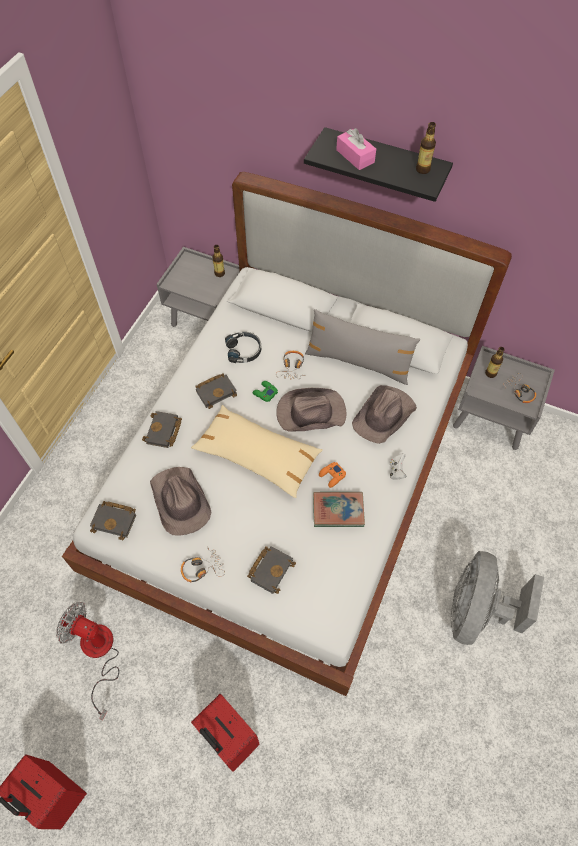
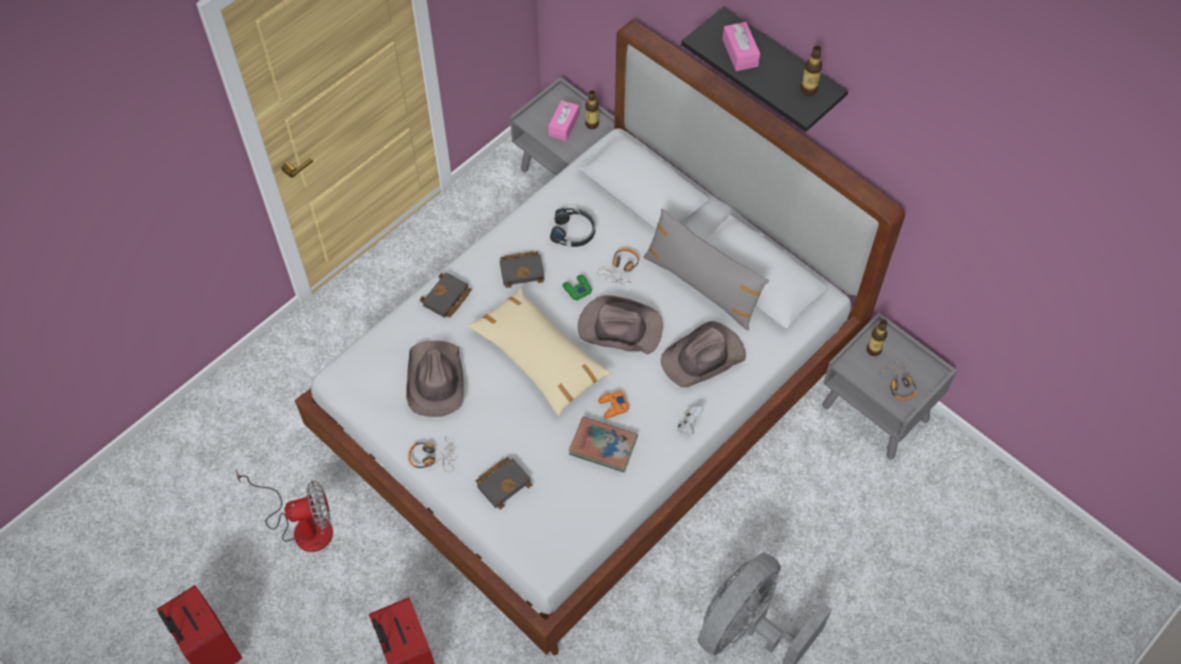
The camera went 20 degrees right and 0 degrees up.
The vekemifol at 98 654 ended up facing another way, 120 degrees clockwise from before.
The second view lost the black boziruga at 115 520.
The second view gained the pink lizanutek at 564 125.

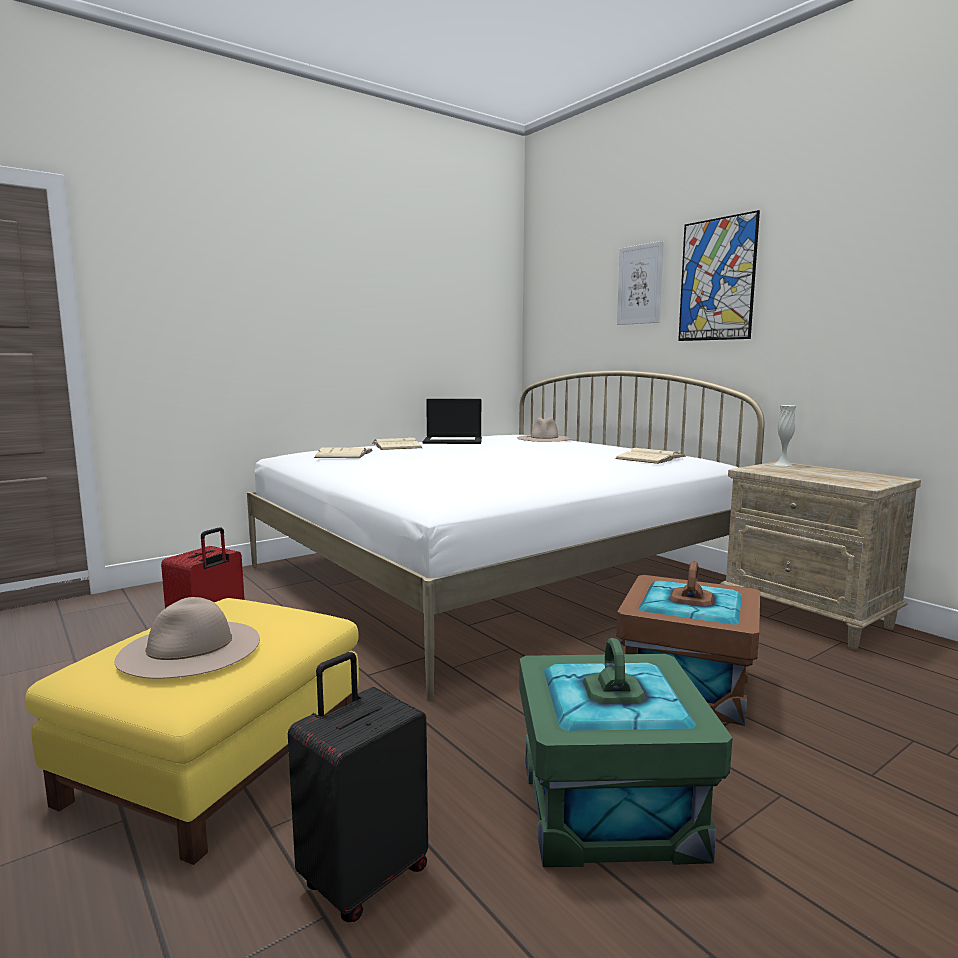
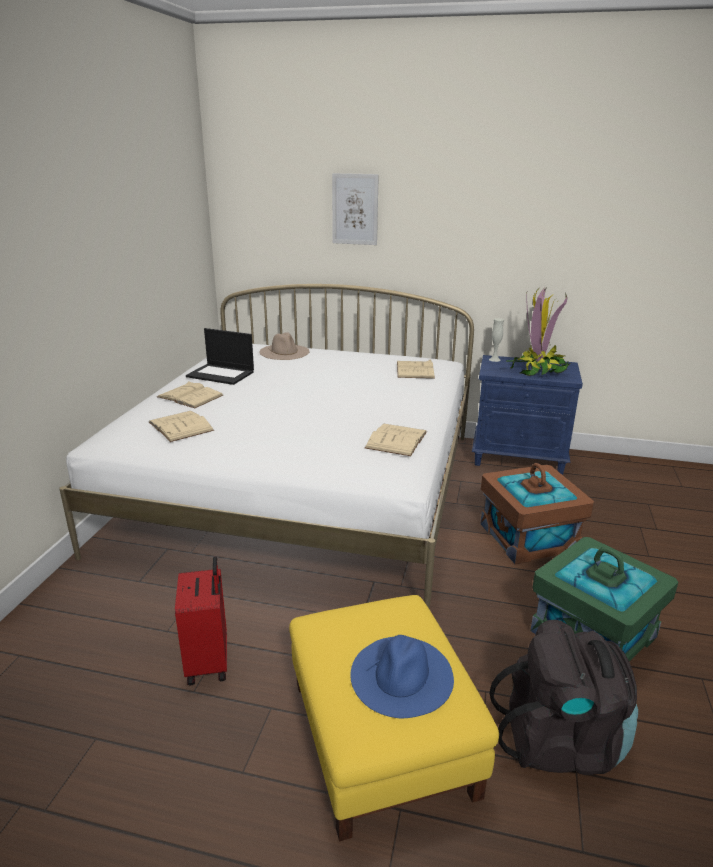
The camera went 40 degrees left and 15 degrees up.
What was the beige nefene at 190 648 turned into the blue nefene at 402 675.
Where the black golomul stood at 363 877, the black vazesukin came to stand at 561 742.
The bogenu at 453 441 ended up facing another way, 60 degrees clockwise from before.
The second view lost the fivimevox at 717 279.
What was the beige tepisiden at 809 617 turned into the blue tepisiden at 519 458.
The second view gained the beige boziruga at 396 440.
The second view gained the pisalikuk at 538 370.

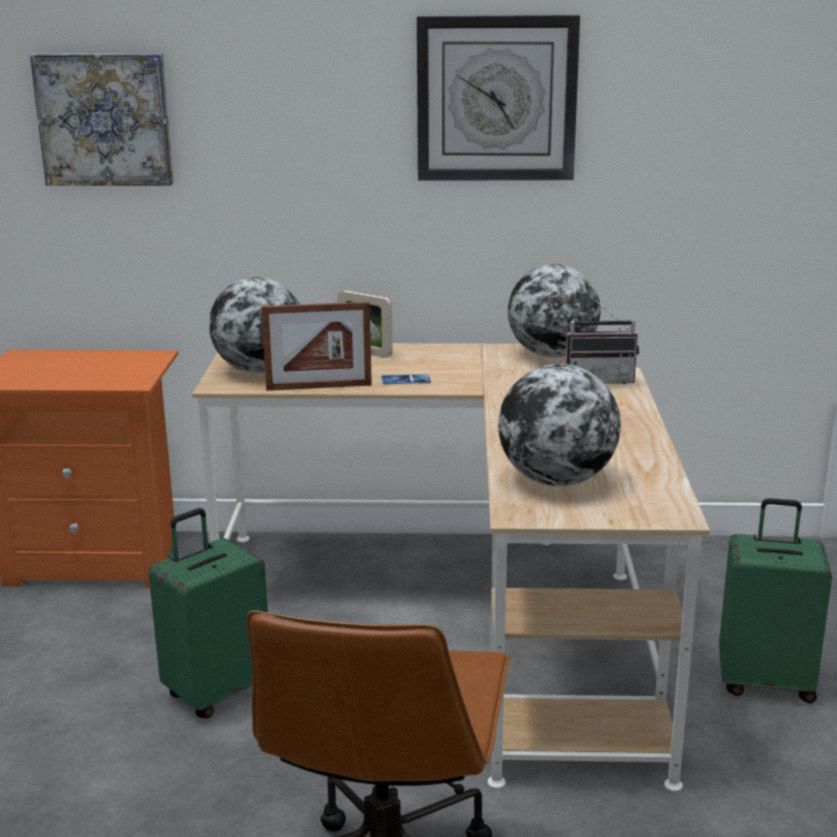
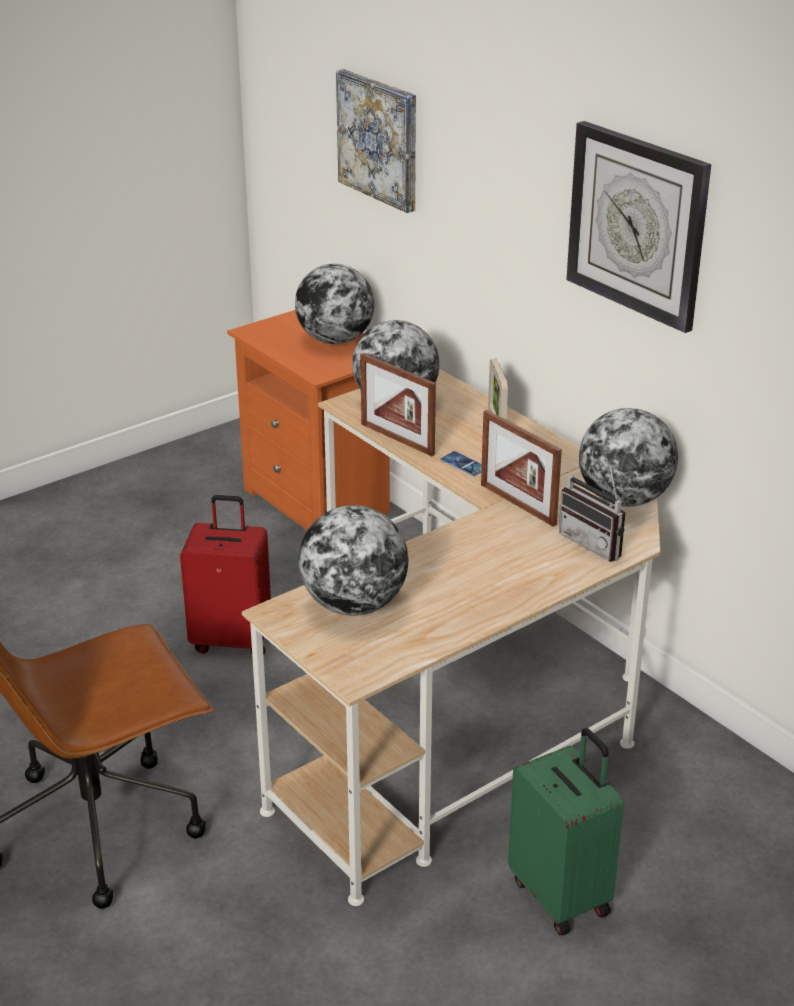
The camera went 50 degrees right and 10 degrees up.
What was the green golomul at 217 692 turned into the red golomul at 233 640.
The second view gained the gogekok at 335 340.
The second view gained the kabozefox at 517 504.

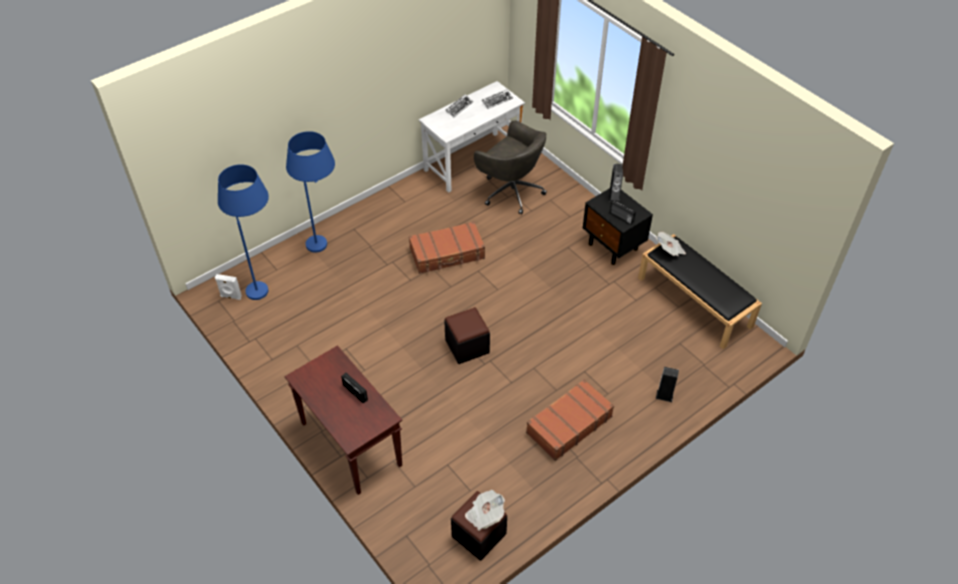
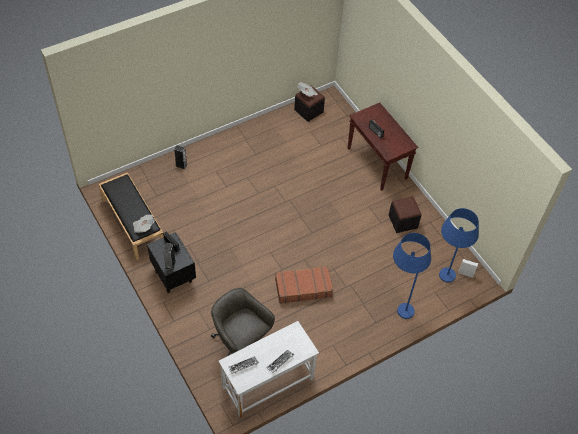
The camera went 175 degrees left and 5 degrees up.
The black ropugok ended up elsewhere, having gone from 467 346 to 403 221.
The second view lost the brown golomul at 568 424.

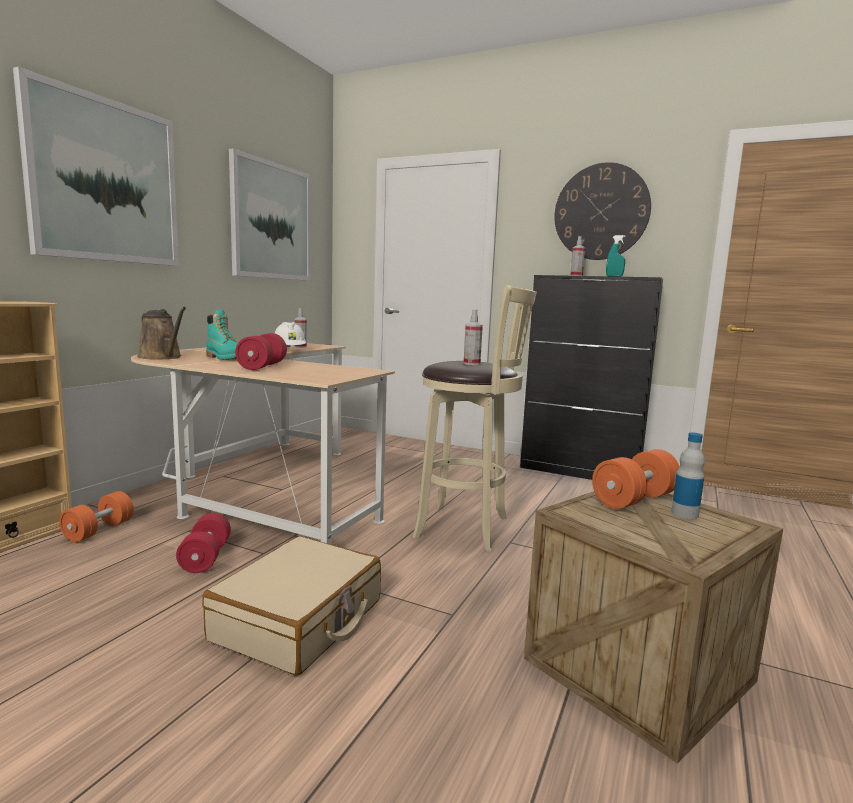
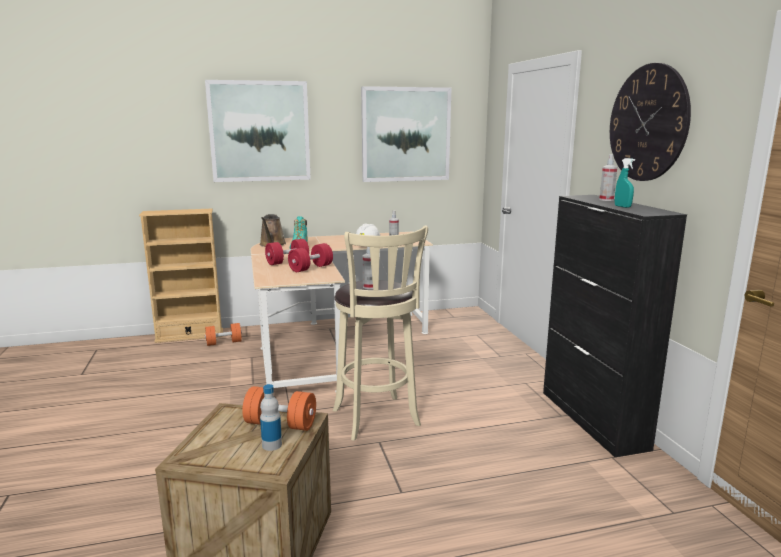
The camera went 50 degrees right and 5 degrees up.
The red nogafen ended up elsewhere, having gone from 205 558 to 311 268.
The second view lost the beige golomul at 299 621.

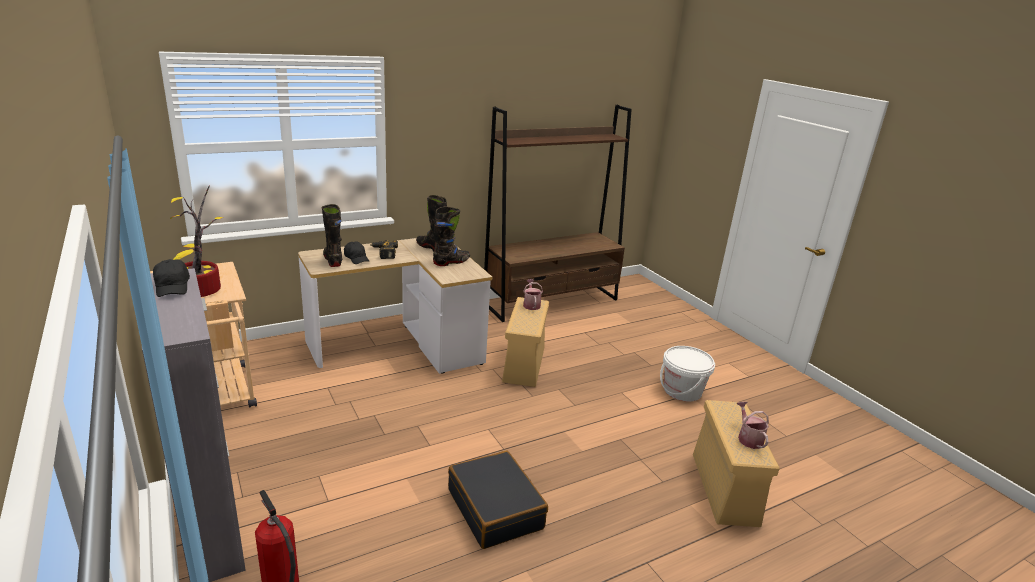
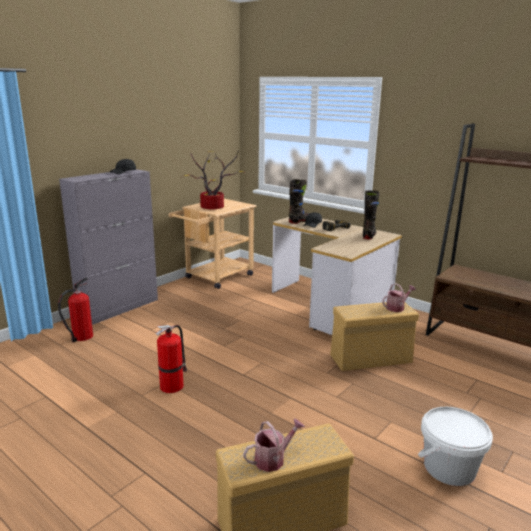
The camera went 70 degrees right and 5 degrees down.
The second view lost the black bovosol at 451 262.
Where the black golomul stood at 495 509, the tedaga came to stand at 172 385.

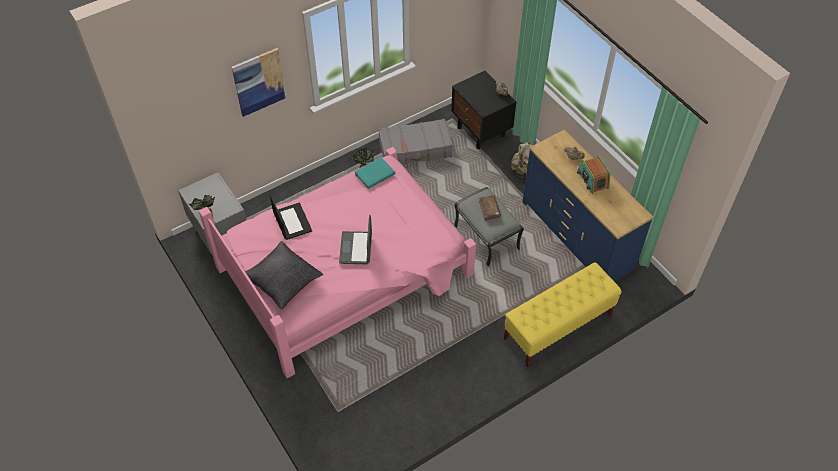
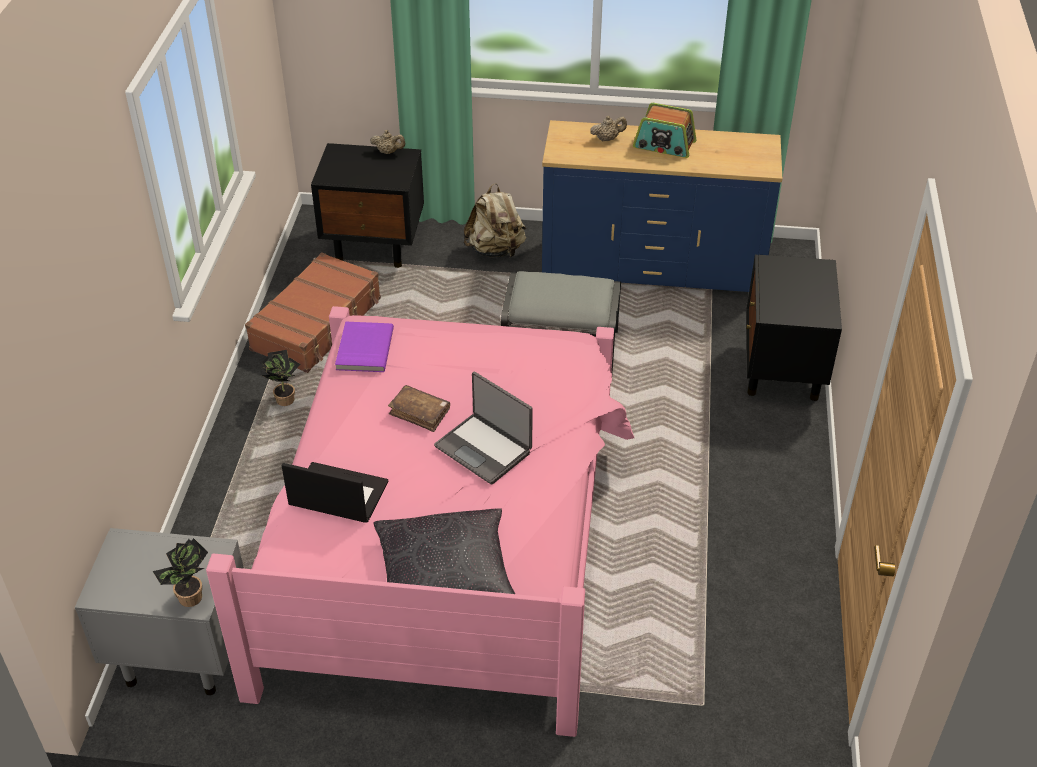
The camera went 50 degrees left and 10 degrees down.
The second view lost the fivimevox at 259 82.
What was the turquoise boziruga at 374 173 turned into the purple boziruga at 363 349.
What was the grey golomul at 415 149 turned into the brown golomul at 318 324.
The brown boziruga ended up elsewhere, having gone from 489 210 to 420 413.
Where the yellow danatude stood at 558 327, the black tepisiden came to stand at 782 374.

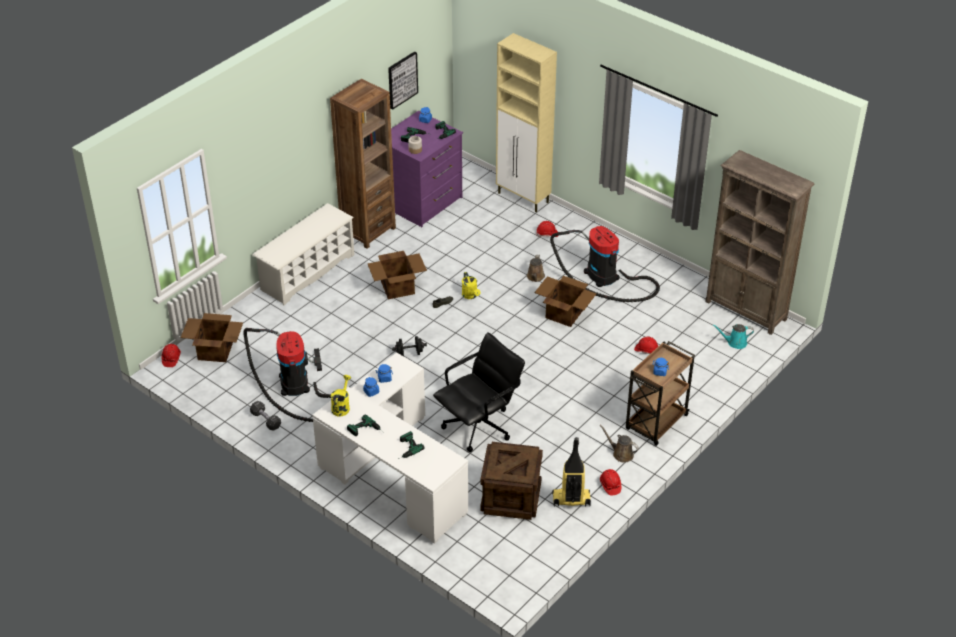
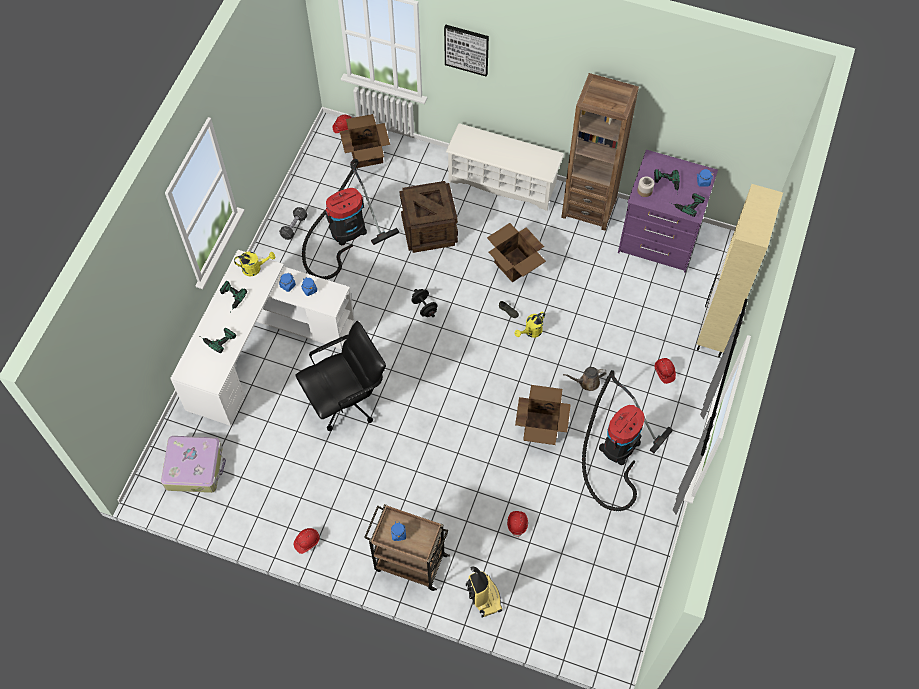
The camera went 70 degrees right and 20 degrees up.
The fivimevox ended up elsewhere, having gone from 402 80 to 466 49.
The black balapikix at 479 426 ended up facing another way, 60 degrees counterclockwise from before.
The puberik ended up elsewhere, having gone from 511 497 to 430 230.
The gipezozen ended up elsewhere, having gone from 571 500 to 483 596.
The second view lost the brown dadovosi at 621 454.
The second view lost the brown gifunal at 746 311.
The second view lost the turquoise dadovosi at 735 342.
The second view gained the golomul at 195 467.

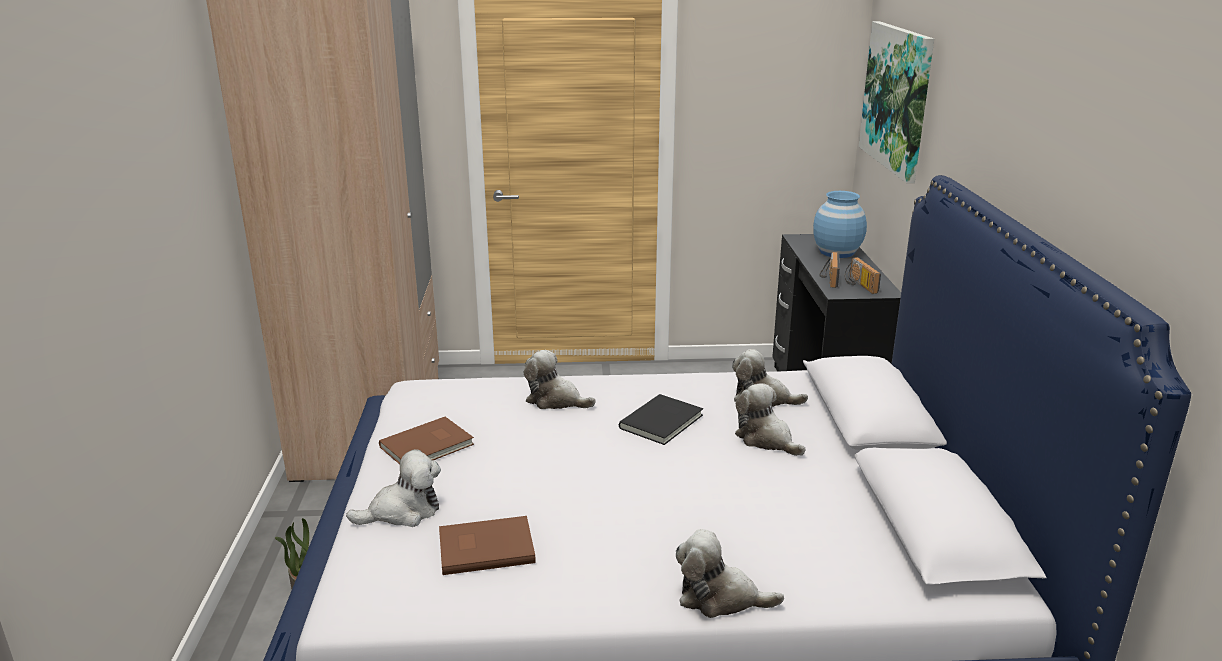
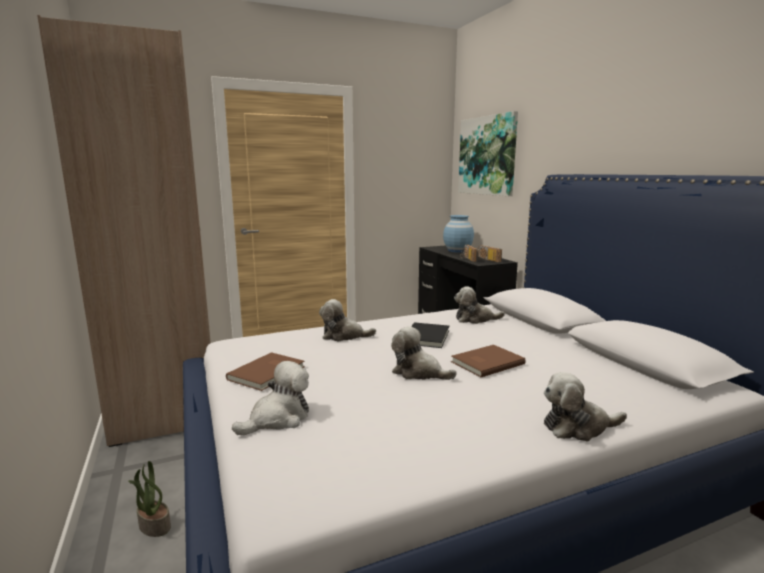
The camera went 20 degrees left and 10 degrees down.
The brown boziruga ended up elsewhere, having gone from 484 547 to 485 362.
The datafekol ended up elsewhere, having gone from 766 439 to 418 372.

